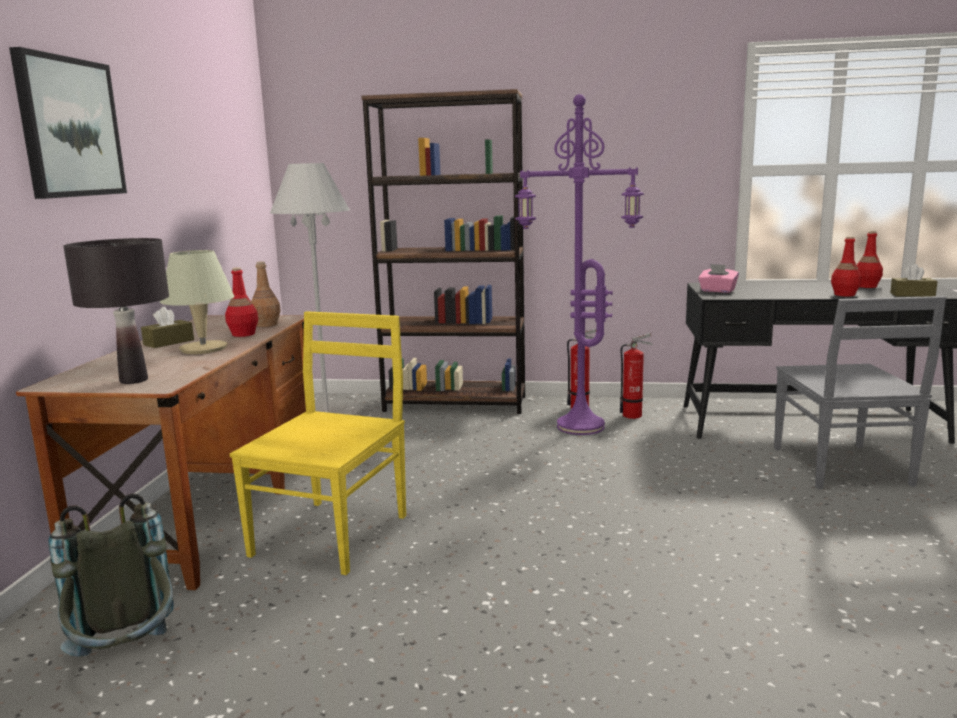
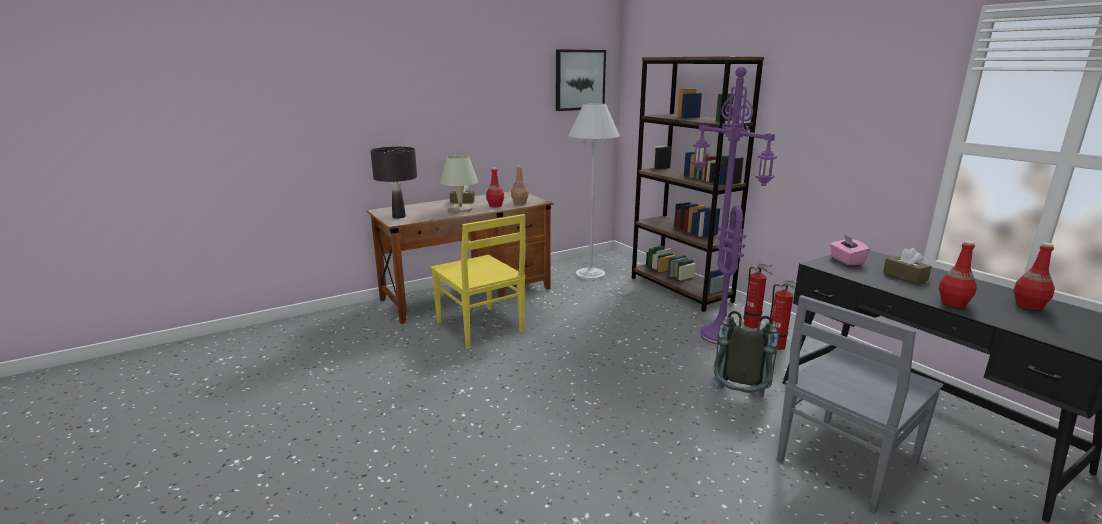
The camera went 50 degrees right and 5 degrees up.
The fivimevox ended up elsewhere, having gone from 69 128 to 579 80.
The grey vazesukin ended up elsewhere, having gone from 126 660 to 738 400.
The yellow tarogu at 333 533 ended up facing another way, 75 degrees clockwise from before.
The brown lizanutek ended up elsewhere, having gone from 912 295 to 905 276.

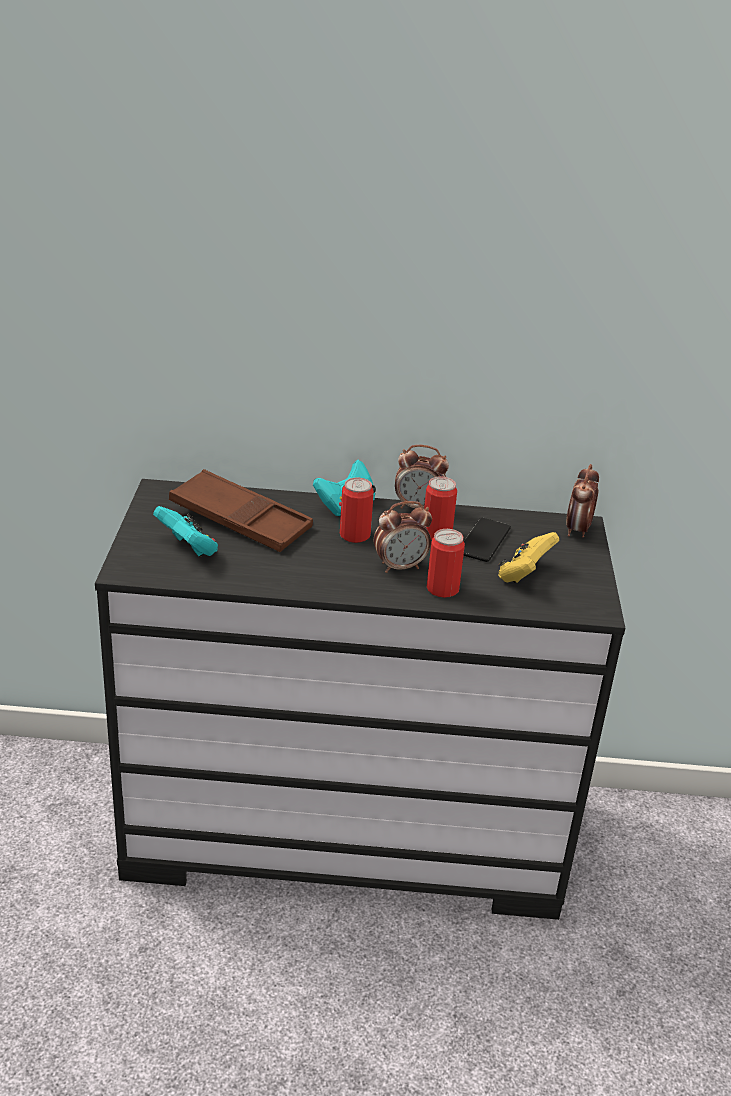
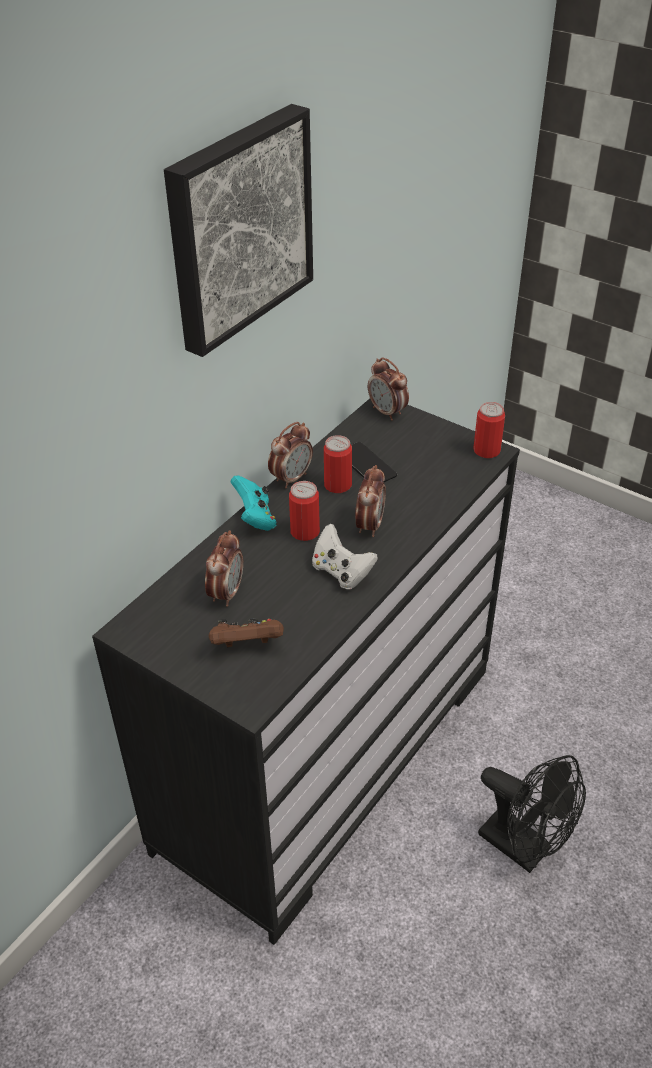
The camera went 55 degrees left and 10 degrees up.
What was the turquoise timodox at 188 549 turned into the brown timodox at 247 646.
Where the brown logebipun stood at 240 520, the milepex came to stand at 226 593.
The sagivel ended up elsewhere, having gone from 442 589 to 486 450.
The second view lost the yellow timodox at 524 575.
The second view gained the fivimevox at 237 227.
The second view gained the white timodox at 341 572.
The second view gained the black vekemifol at 524 848.

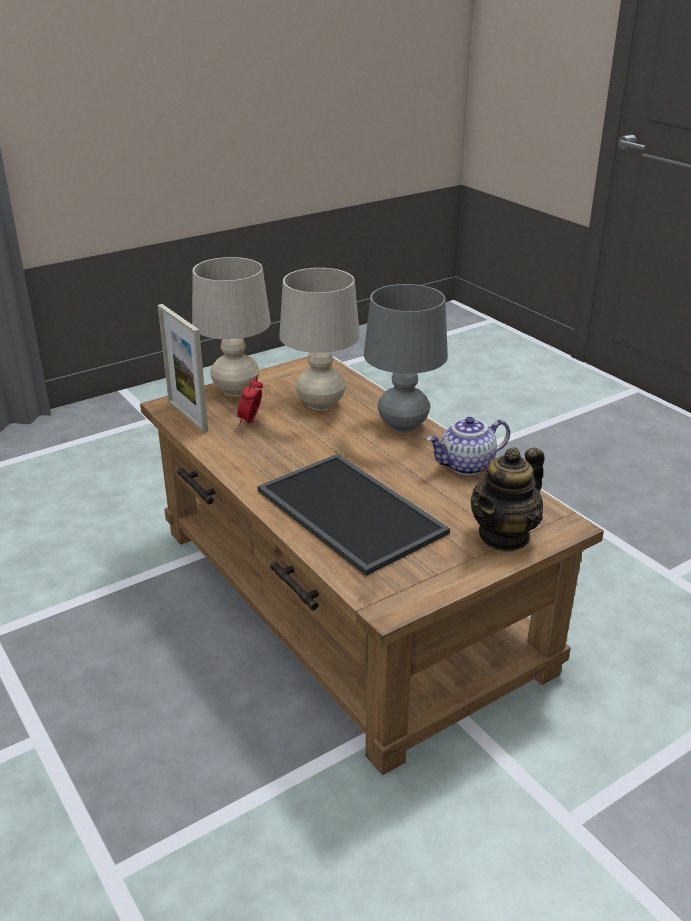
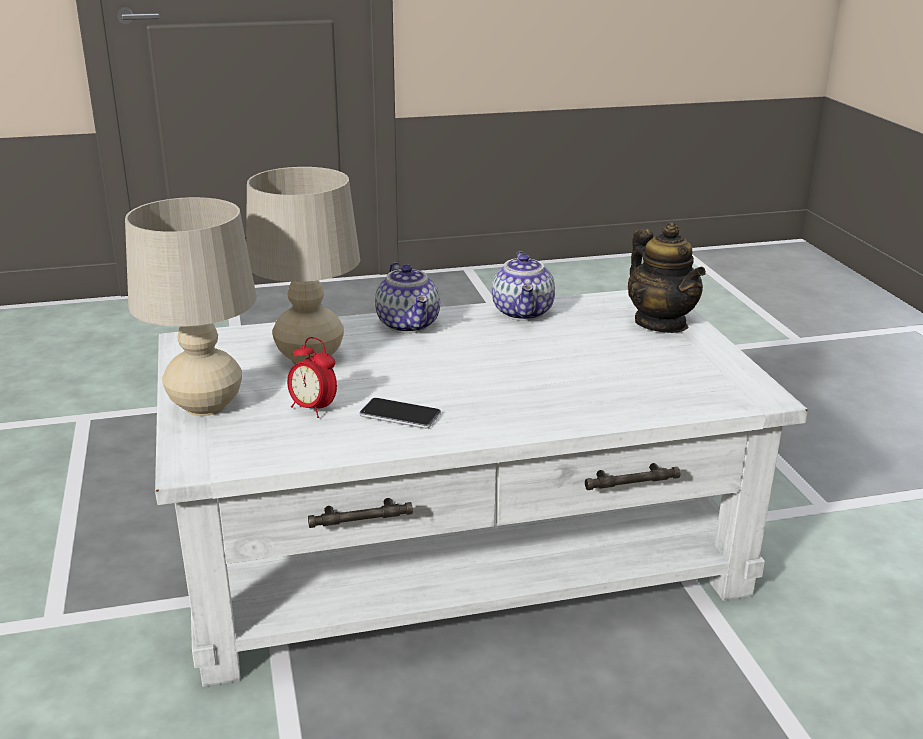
The camera went 70 degrees left and 5 degrees down.
What was the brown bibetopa at 347 598 turned into the white bibetopa at 462 554.
The second view lost the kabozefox at 187 416.
The second view lost the logebipun at 346 512.
Where the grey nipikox stood at 402 425, the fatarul came to stand at 410 325.
The second view gained the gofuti at 400 415.

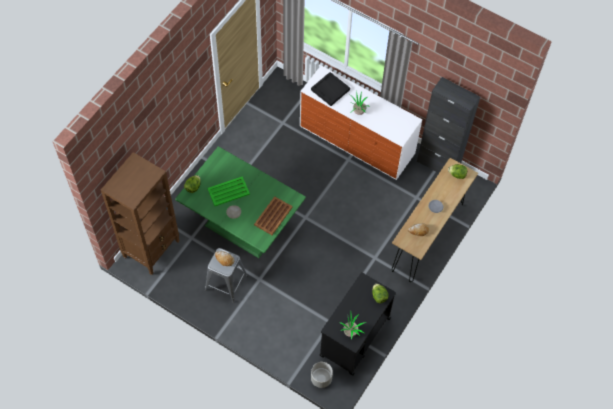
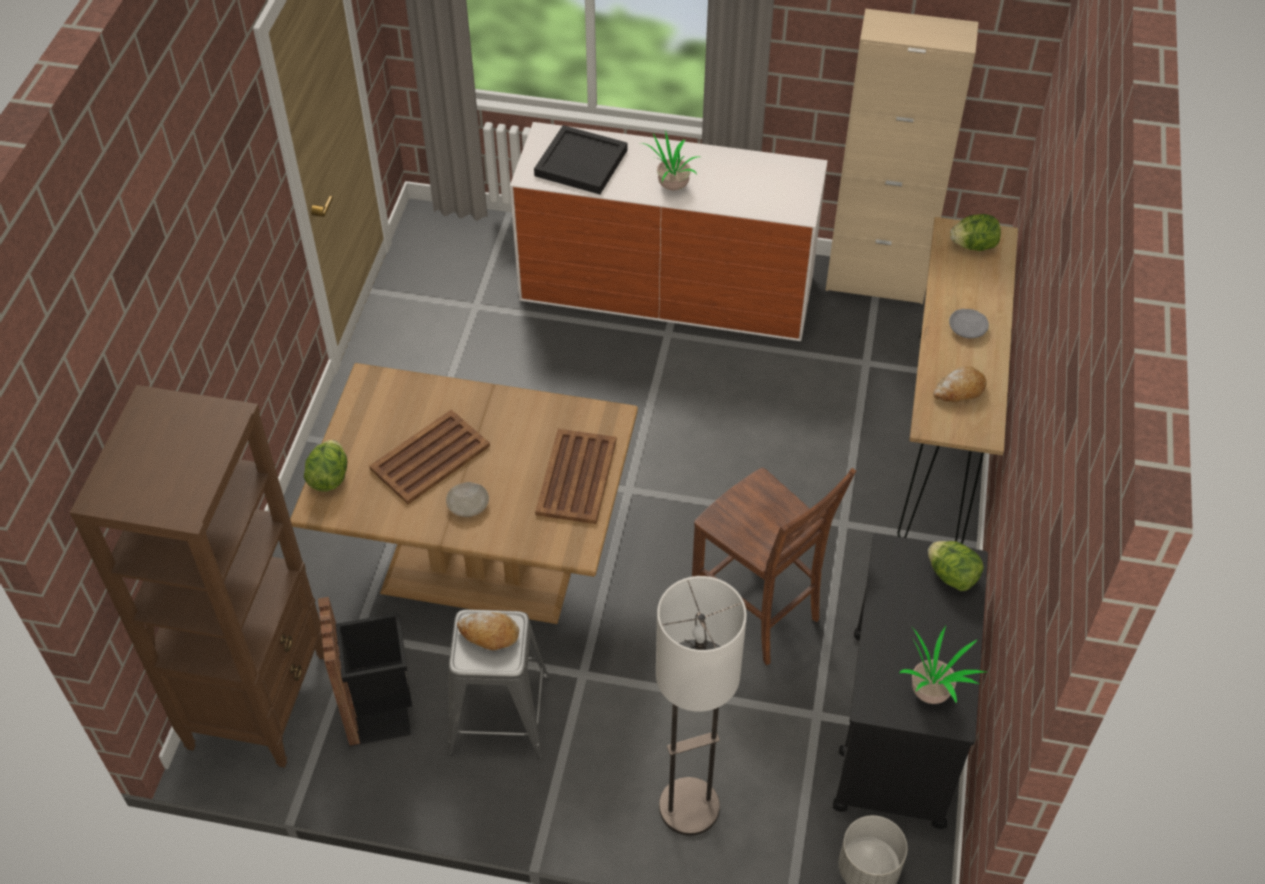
The camera went 20 degrees left and 10 degrees down.
What was the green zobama at 242 227 turned into the brown zobama at 481 563.
What was the green logebipun at 228 191 turned into the brown logebipun at 429 458.
What was the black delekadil at 438 164 turned into the beige delekadil at 876 282.
The second view gained the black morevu at 380 708.
The second view gained the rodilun at 689 807.
The second view gained the brown tarogu at 758 613.

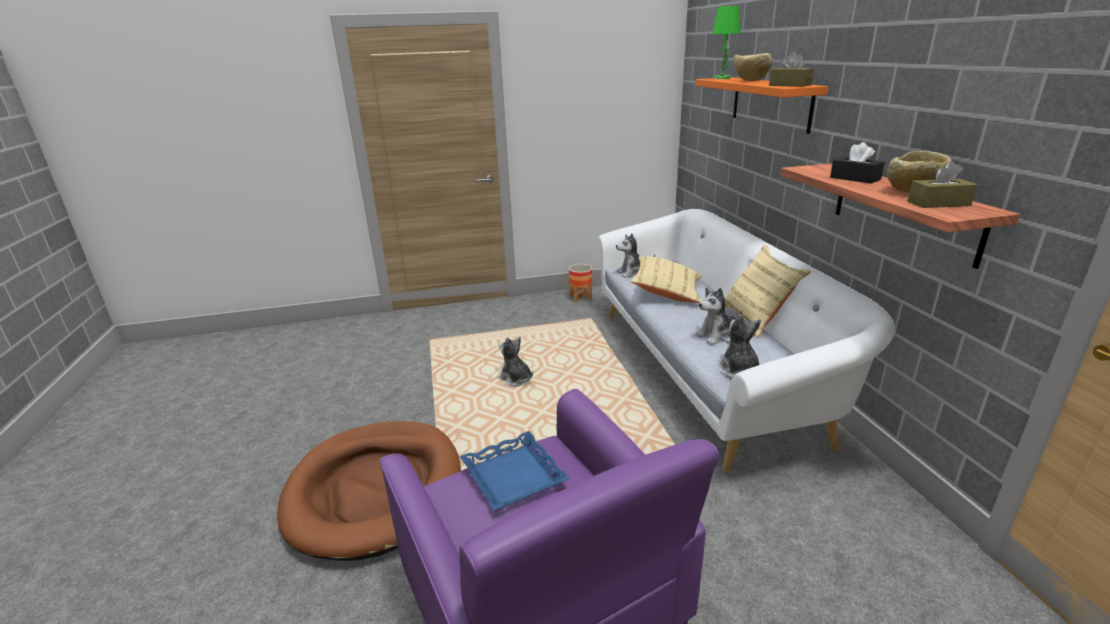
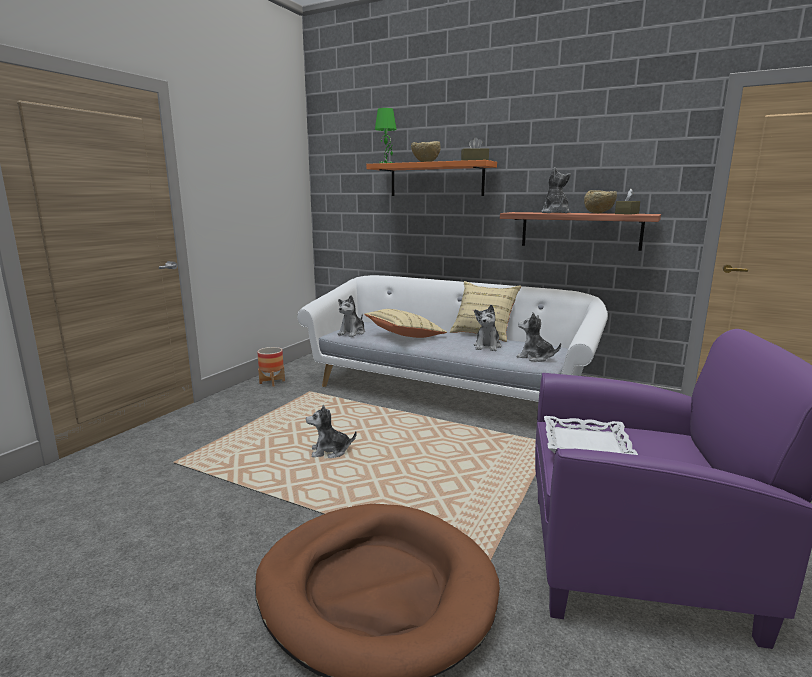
The camera went 50 degrees left and 10 degrees down.
What was the blue logebipun at 514 475 turned into the white logebipun at 586 444.
Where the black lizanutek stood at 855 178, the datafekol came to stand at 554 212.

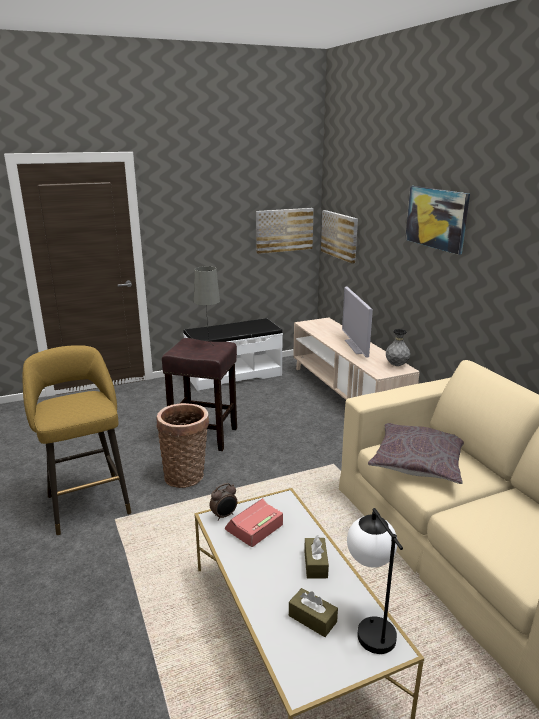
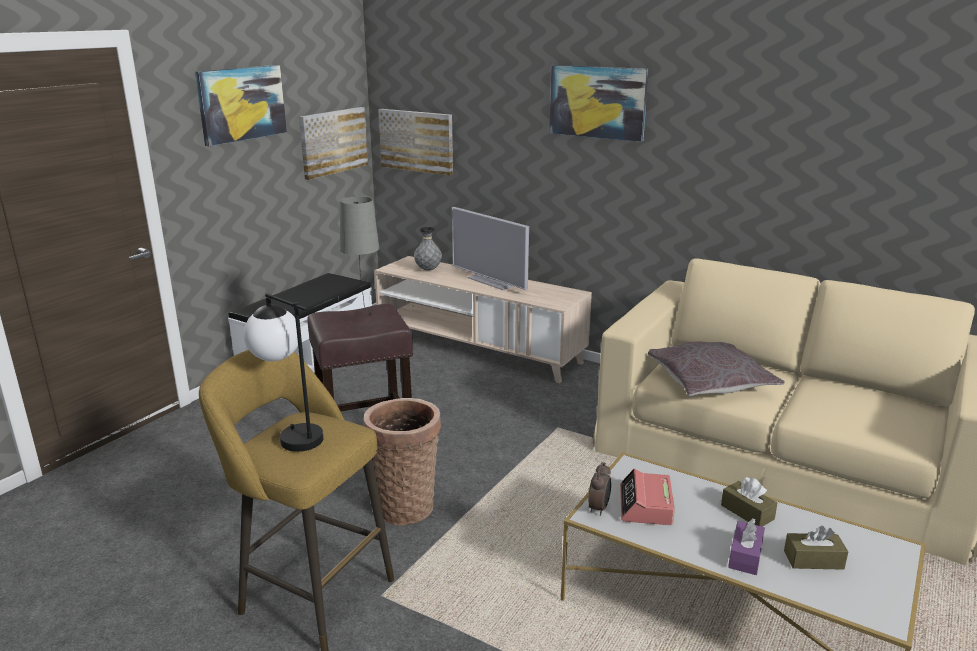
The camera went 35 degrees left and 0 degrees up.
The nipikox ended up elsewhere, having gone from 369 624 to 290 434.
The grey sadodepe ended up elsewhere, having gone from 396 365 to 428 270.
The second view gained the fivimevox at 241 103.
The second view gained the purple lizanutek at 745 556.

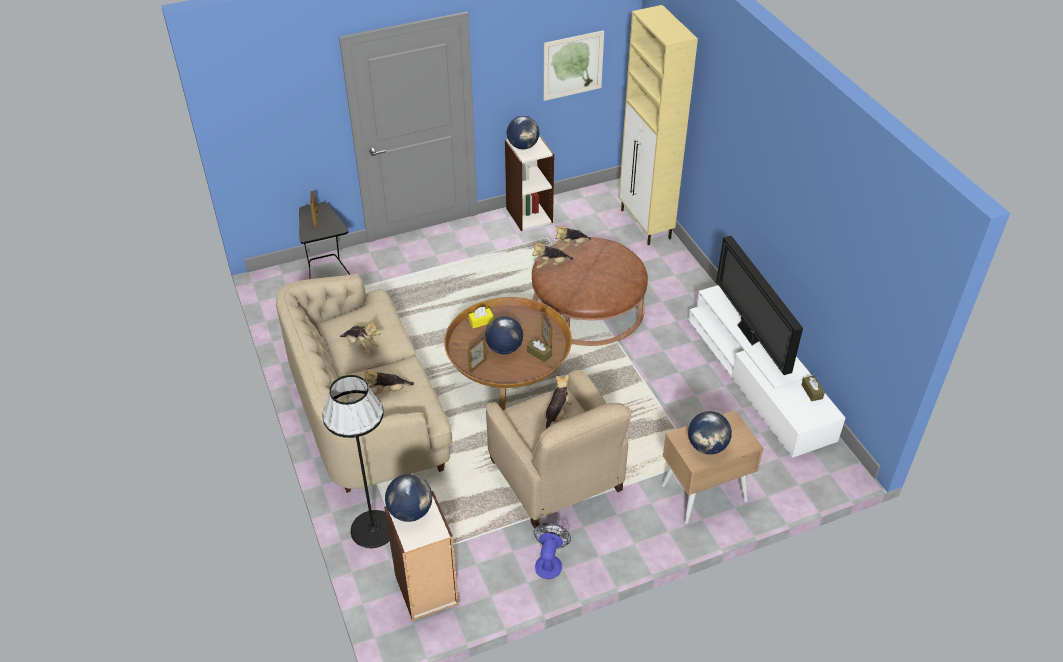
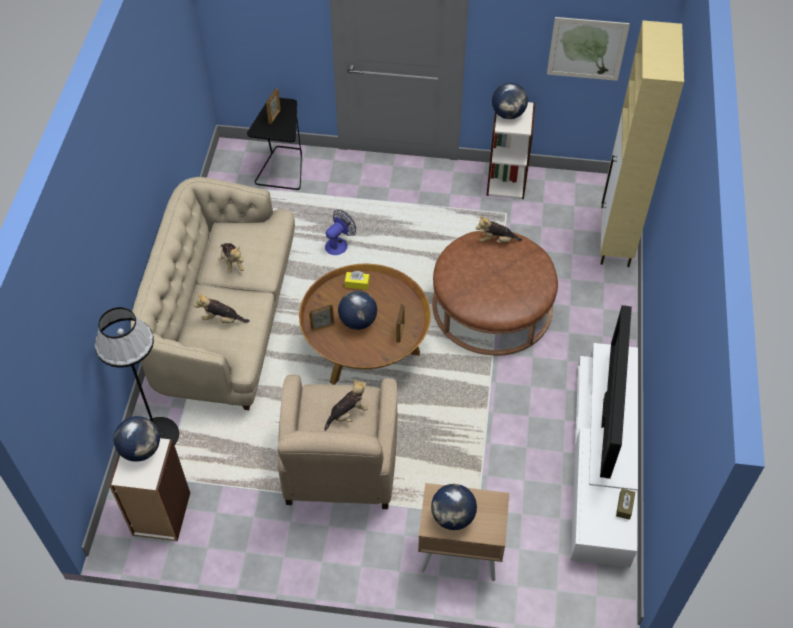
The camera went 30 degrees right and 10 degrees up.
The second view lost the brown lizanutek at 539 354.
The second view lost the datafekol at 551 265.
The vekemifol ended up elsewhere, having gone from 549 562 to 339 244.

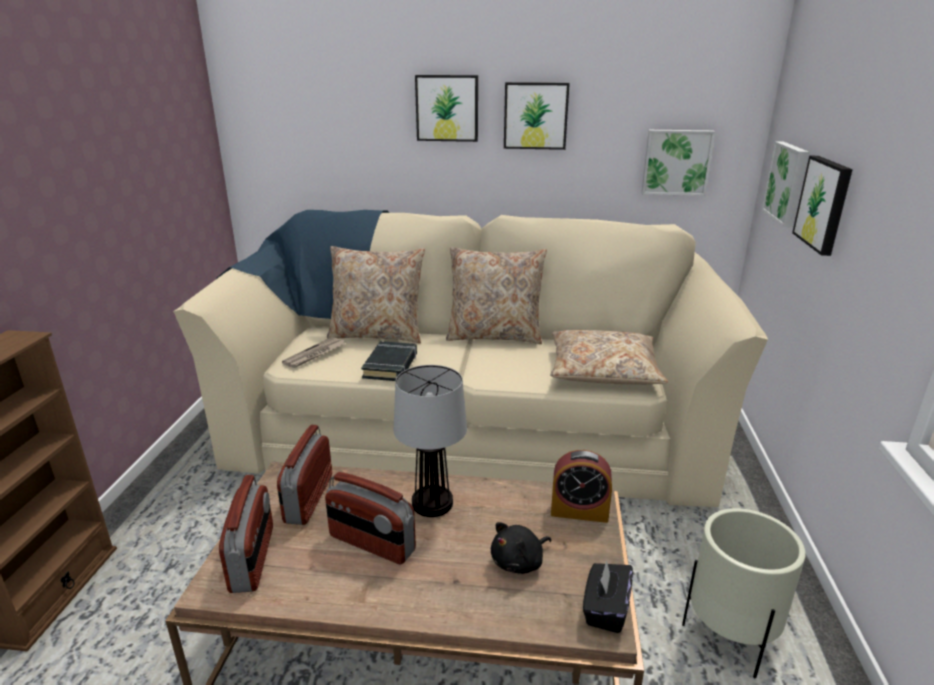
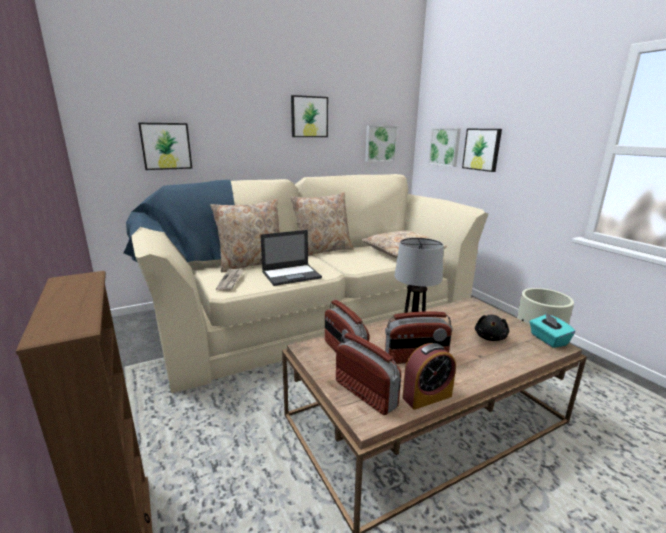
The camera went 35 degrees left and 5 degrees down.
Where the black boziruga stood at 391 366, the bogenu came to stand at 292 275.
The fivimevox ended up elsewhere, having gone from 447 108 to 166 146.
The milepex ended up elsewhere, having gone from 579 511 to 427 396.
What was the black lizanutek at 605 609 turned into the turquoise lizanutek at 548 340.

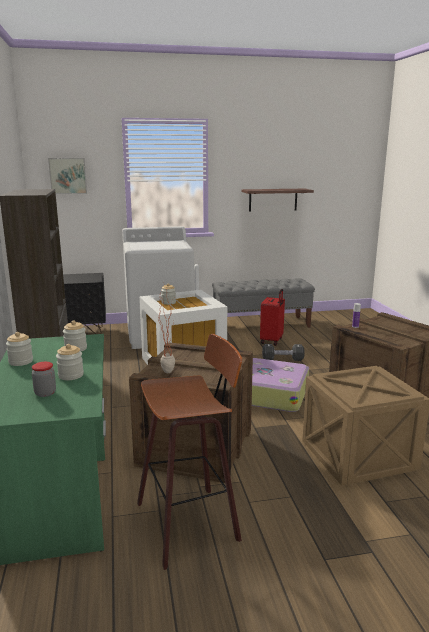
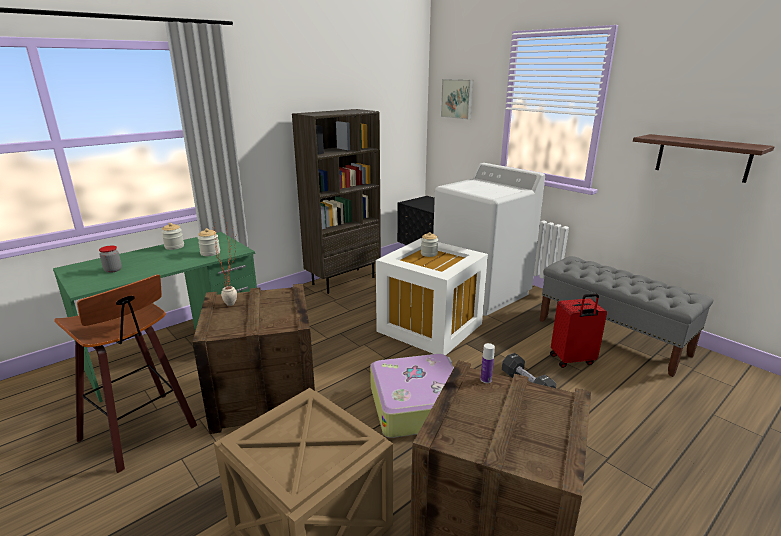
The camera went 60 degrees right and 5 degrees up.
The second view lost the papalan at 71 375.

